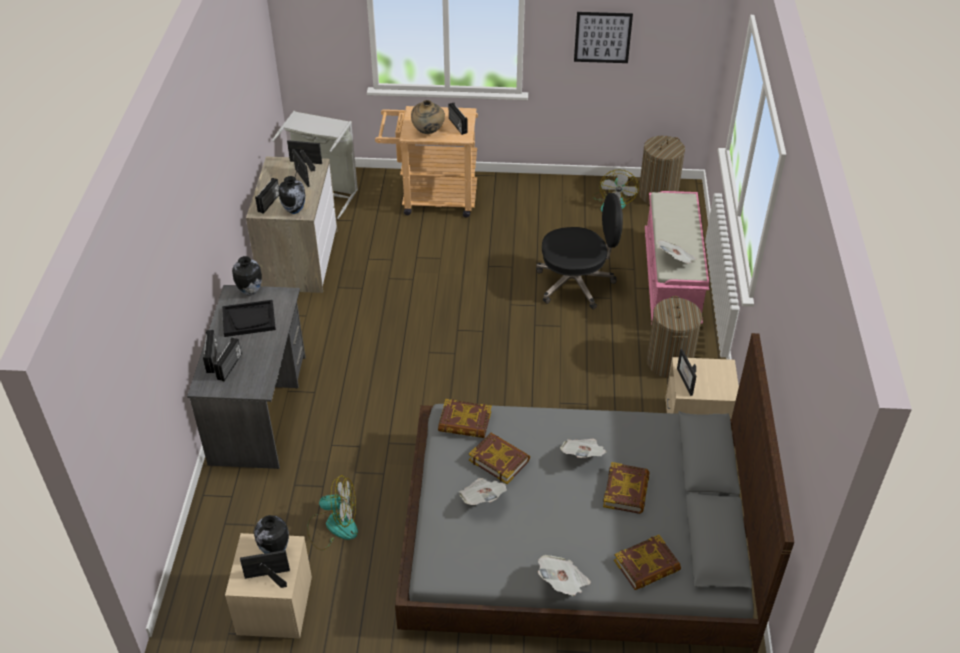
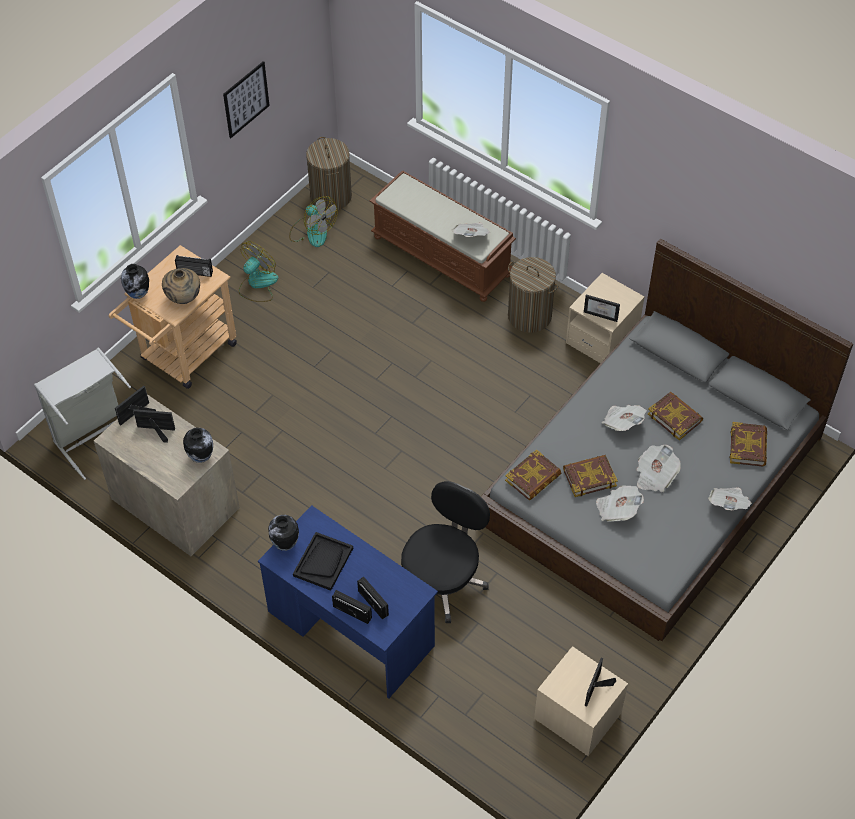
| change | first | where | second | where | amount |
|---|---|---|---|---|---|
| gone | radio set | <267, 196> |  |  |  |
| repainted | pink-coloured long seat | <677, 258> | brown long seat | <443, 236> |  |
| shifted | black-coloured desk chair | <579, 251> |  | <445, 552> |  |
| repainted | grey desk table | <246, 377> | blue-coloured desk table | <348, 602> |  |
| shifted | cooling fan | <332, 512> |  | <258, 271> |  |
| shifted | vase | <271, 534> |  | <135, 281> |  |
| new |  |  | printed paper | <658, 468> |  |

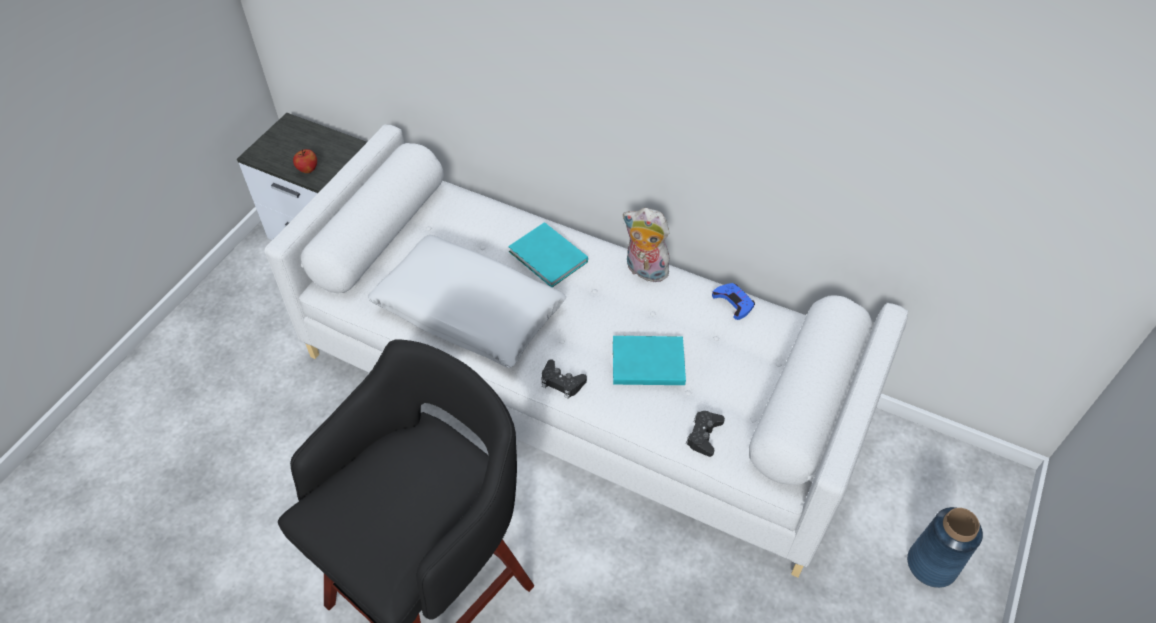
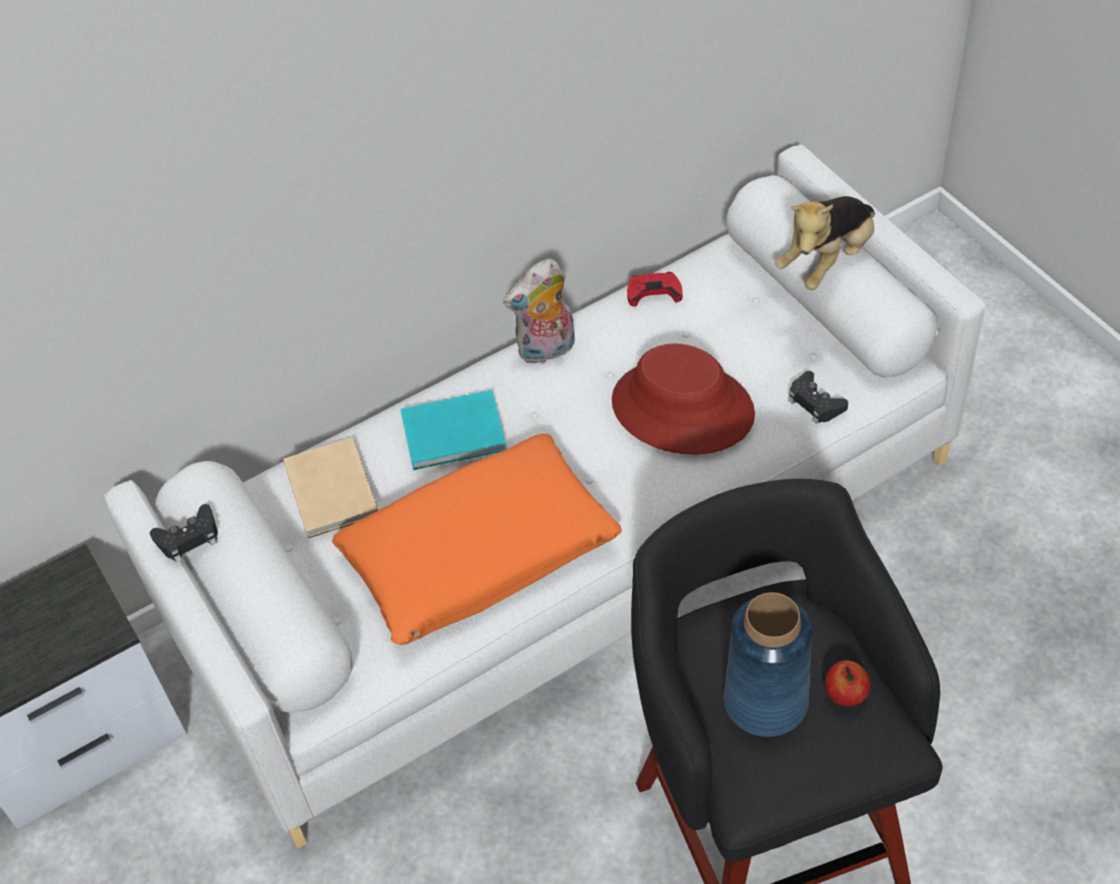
| change | first | where | second | where | amount |
|---|---|---|---|---|---|
| shifted | apple fruit | <305, 161> |  | <847, 683> |  |
| repainted | white-coloured pillow | <467, 301> | orange-coloured pillow | <477, 539> |  |
| repainted | blue-coloured game controller | <733, 301> | reddish game controller | <654, 289> |  |
| swapped | blue-green volume | <649, 360> | reddish clothing hat | <683, 399> |  |
| shifted | black-coloured game controller | <564, 379> |  | <184, 533> |  |
| shifted | blue-coloured vase | <945, 547> |  | <768, 664> |  |
| new |  |  | plush toy | <825, 243> |  |
| new |  |  | beige volume | <330, 487> |  |

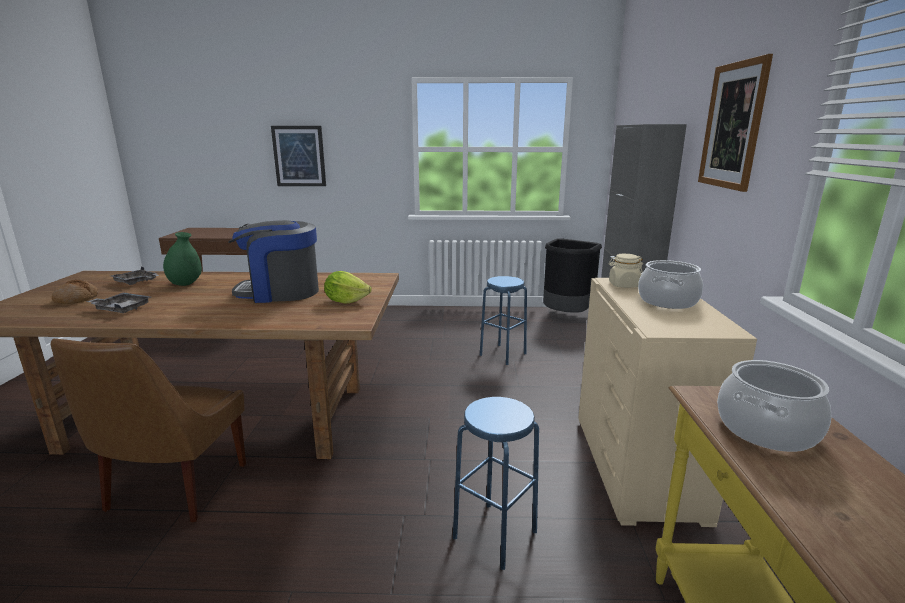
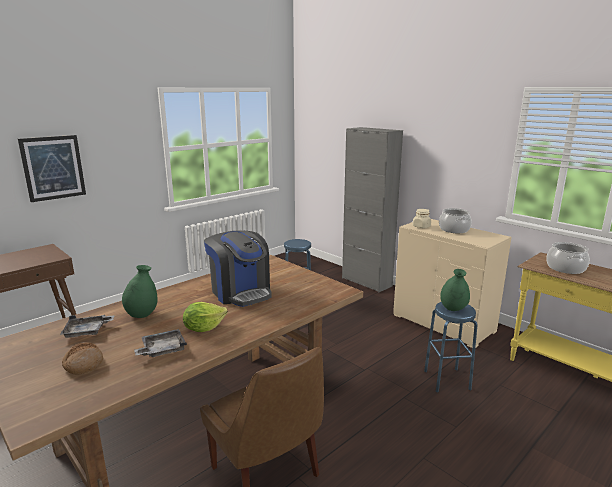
| change | first | where | second | where | amount |
|---|---|---|---|---|---|
| gone | wall picture | <735, 123> |  |  |  |
| rotated | coffee maker | <273, 261> |  | <238, 268> | 75 degrees counterclockwise |
| gone | black-coloured trash can | <572, 275> |  |  |  |
| shifted | lettuce | <348, 287> |  | <205, 317> |  |
| new |  |  | greenish vase | <455, 290> |  |

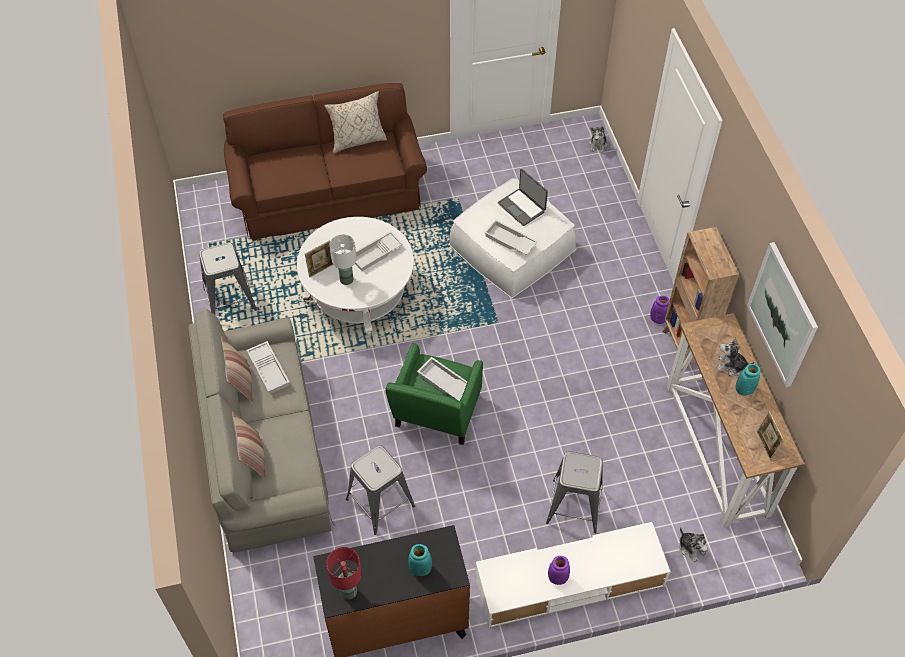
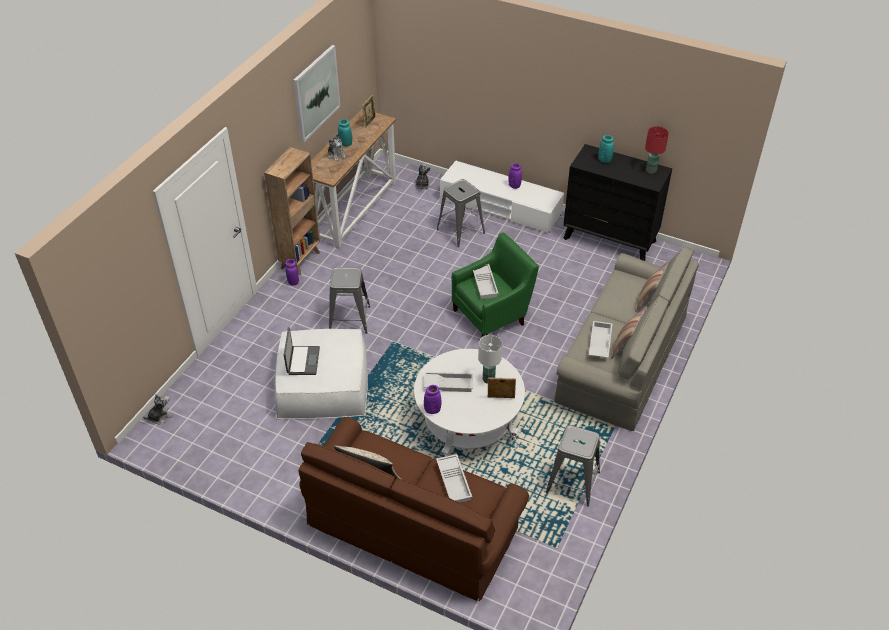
| change | first | where | second | where | amount |
|---|---|---|---|---|---|
| shifted | white-coloured serving tray | <511, 237> |  | <454, 478> |  |
| shifted | grey stool seat | <380, 490> |  | <349, 300> |  |
| new |  |  | purple-coloured vase | <432, 399> |  |

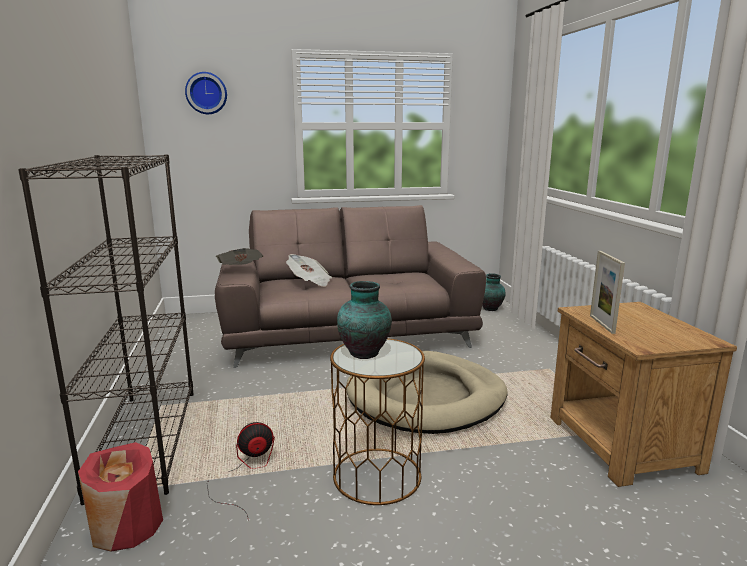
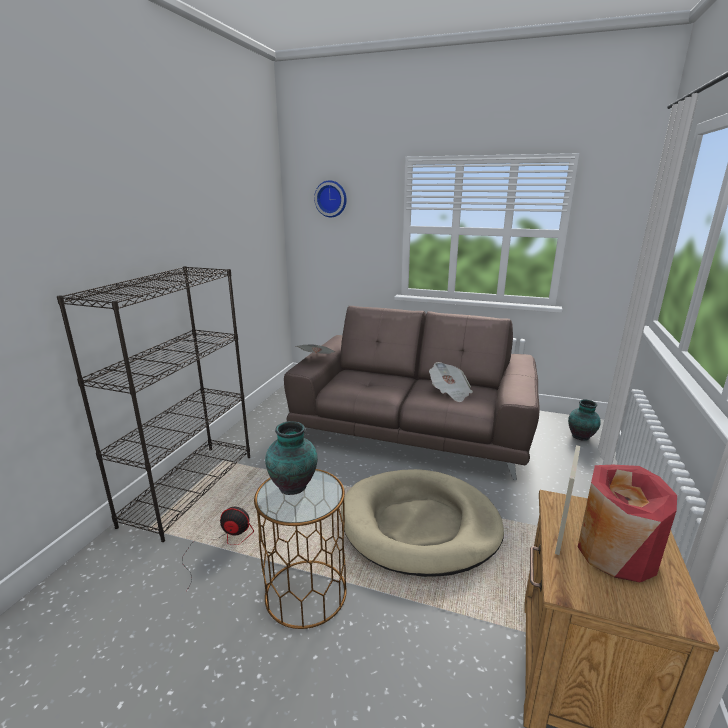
| change | first | where | second | where | amount |
|---|---|---|---|---|---|
| shifted | printed paper | <309, 270> |  | <451, 382> |  |
| shifted | reddish vase | <120, 496> |  | <627, 523> |  |

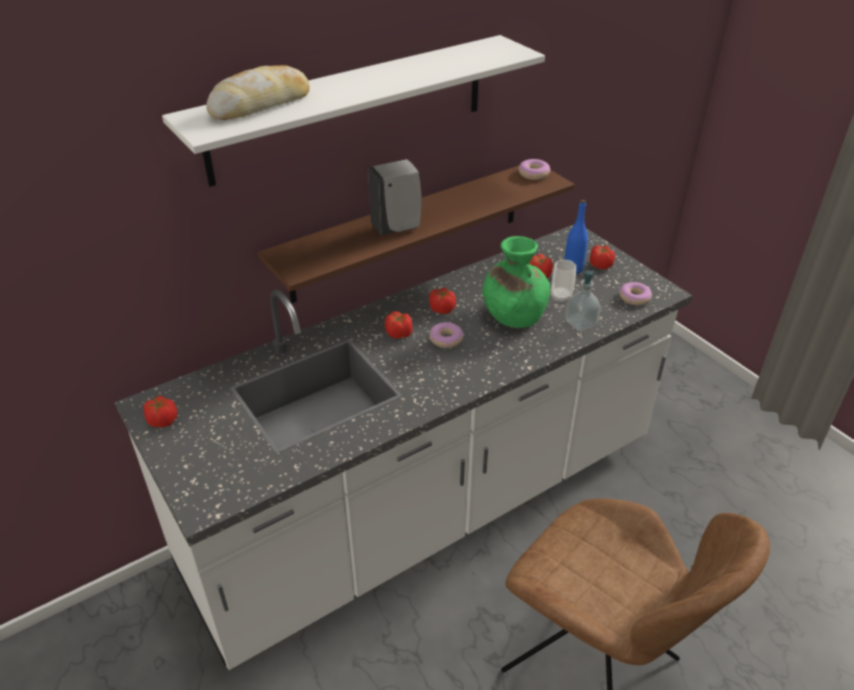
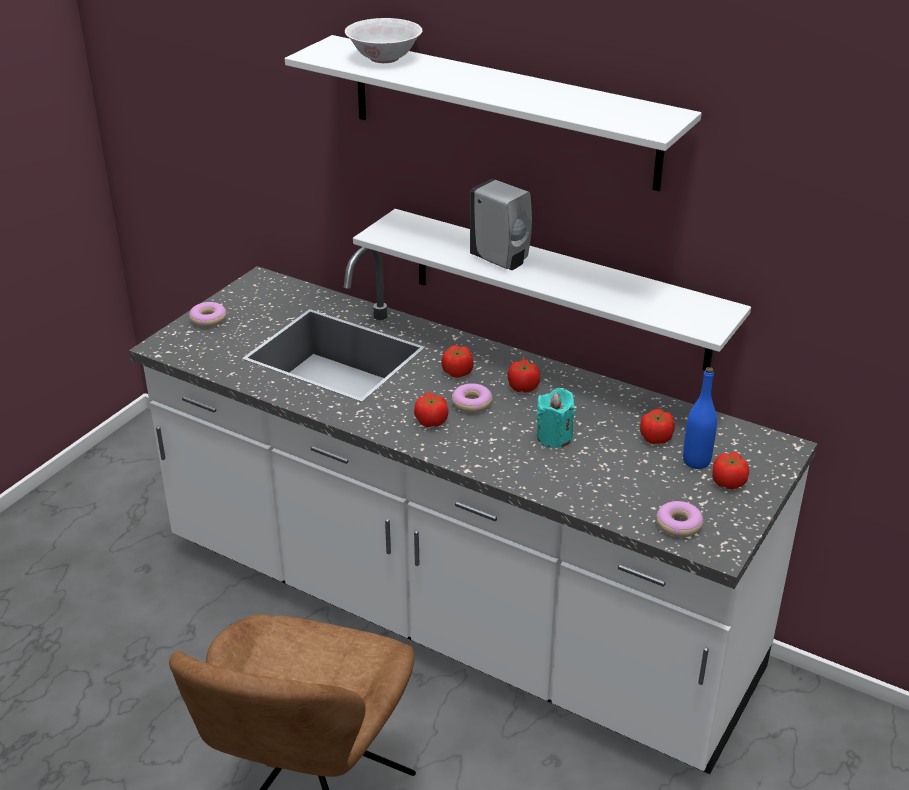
| change | first | where | second | where | amount |
|---|---|---|---|---|---|
| swapped | bakery bread | <258, 92> | white-coloured serving bowl | <383, 40> |  |
| shifted | ring doughnut | <534, 169> |  | <208, 314> |  |
| repainted | brown bracket shelf | <416, 234> | white-coloured bracket shelf | <552, 290> |  |
| swapped | greenish vase | <516, 282> | blue-green wax candle | <555, 418> |  |
| gone | drinking cup | <563, 281> |  |  |  |
| gone | soap bottle | <582, 300> |  |  |  |
| shifted | fresh tomato | <160, 411> |  | <431, 410> |  |

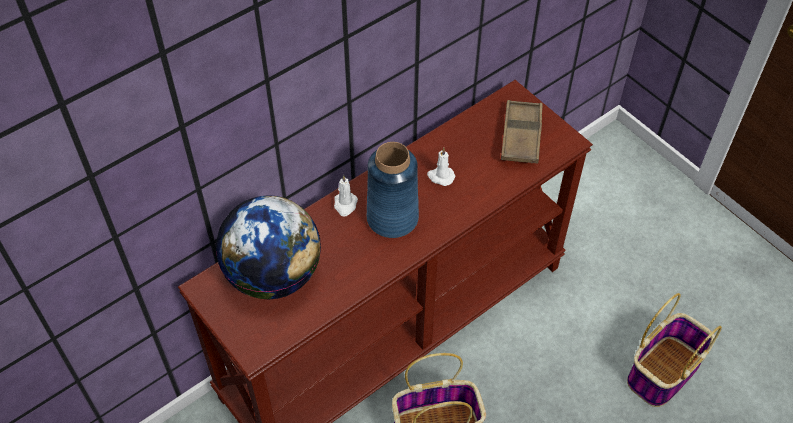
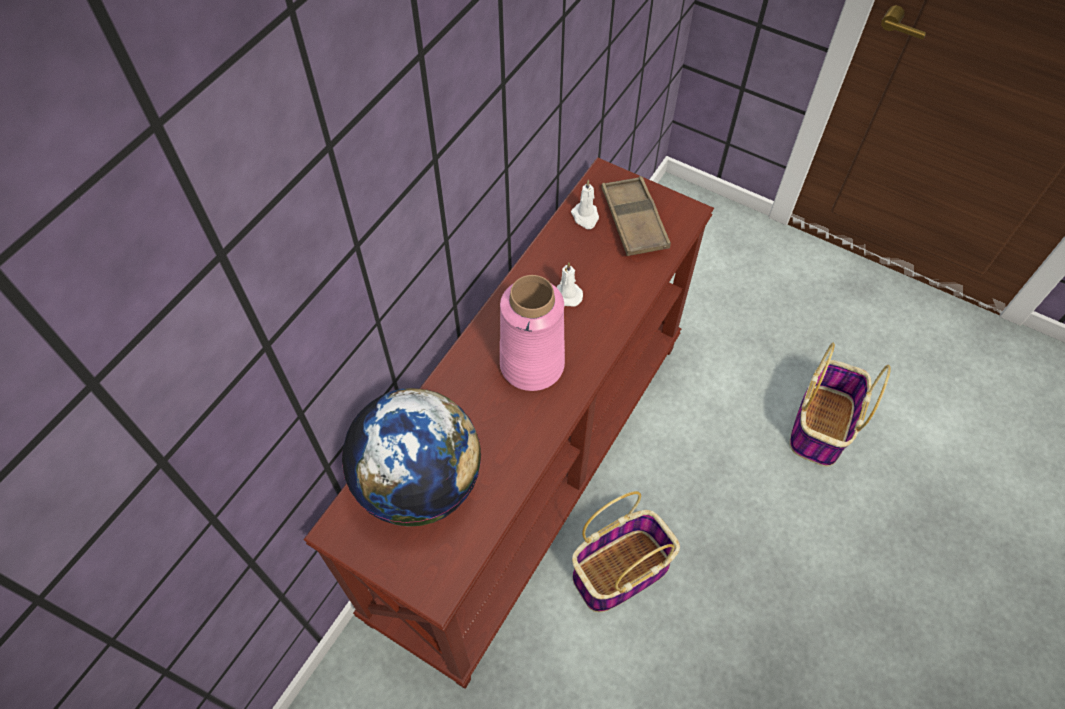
| change | first | where | second | where | amount |
|---|---|---|---|---|---|
| repainted | blue-coloured vase | <393, 190> | pink-coloured vase | <532, 333> |  |
| shifted | white-coloured wax candle | <346, 196> |  | <585, 204> |  |

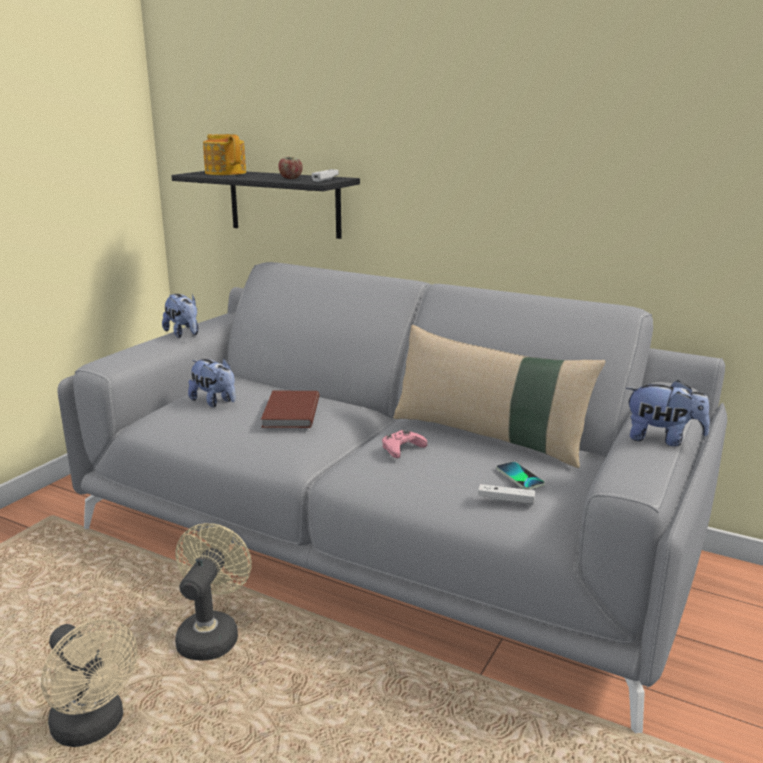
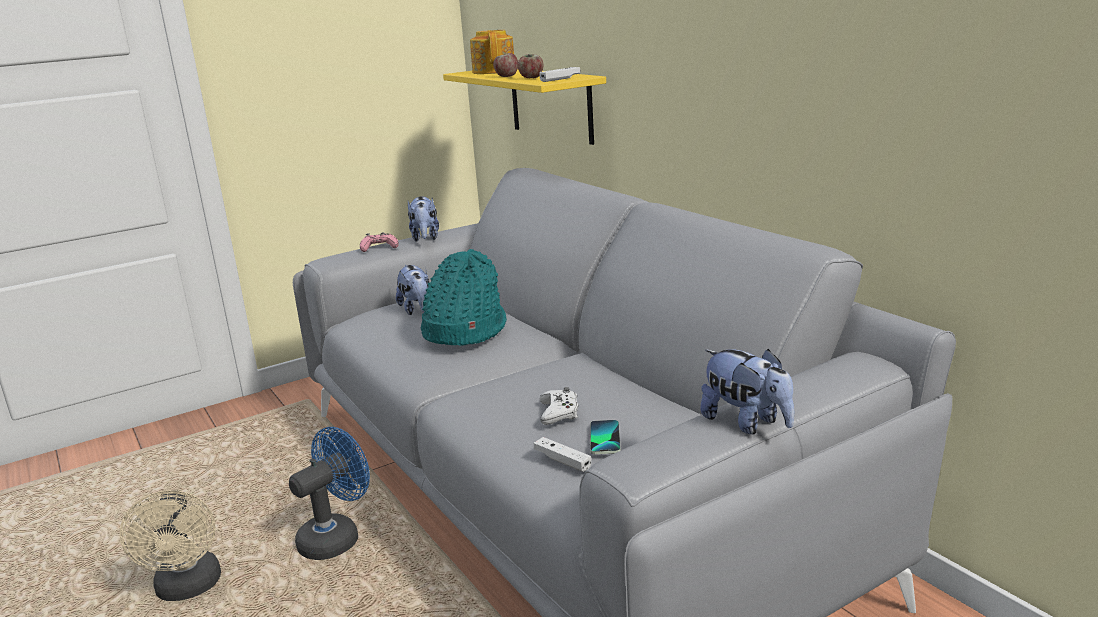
| change | first | where | second | where | amount |
|---|---|---|---|---|---|
| repainted | black-coloured bracket shelf | <265, 205> | yellow bracket shelf | <524, 107> |  |
| gone | beige pillow | <499, 396> |  |  |  |
| swapped | brown volume | <290, 409> | blue-green clothing hat | <464, 297> |  |
| shifted | pink-coloured game controller | <405, 444> |  | <379, 242> |  |
| repainted | beige cooling fan | <213, 592> | blue-coloured cooling fan | <329, 493> |  |
| new |  |  | apple fruit | <505, 65> |  |
| new |  |  | white-coloured game controller | <559, 406> |  |

